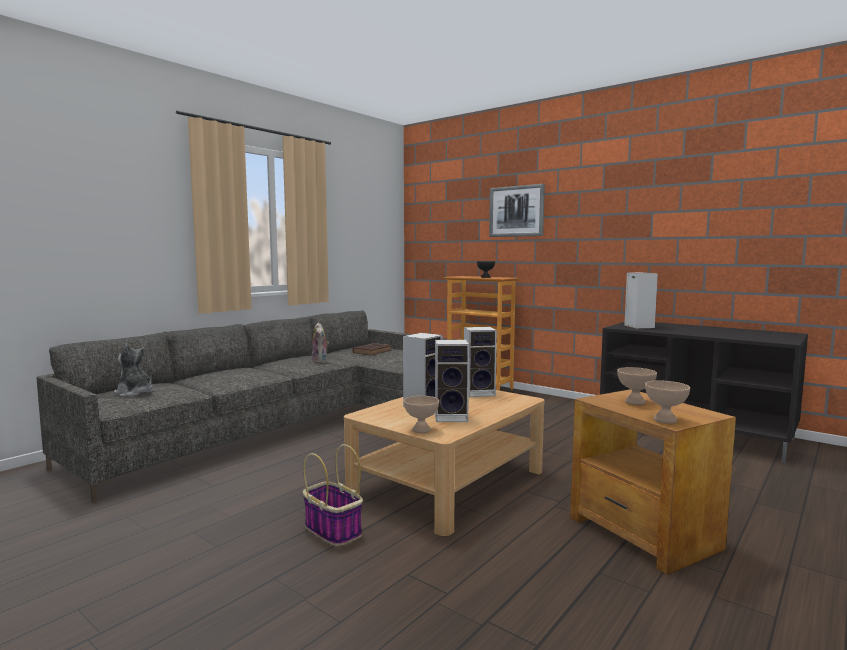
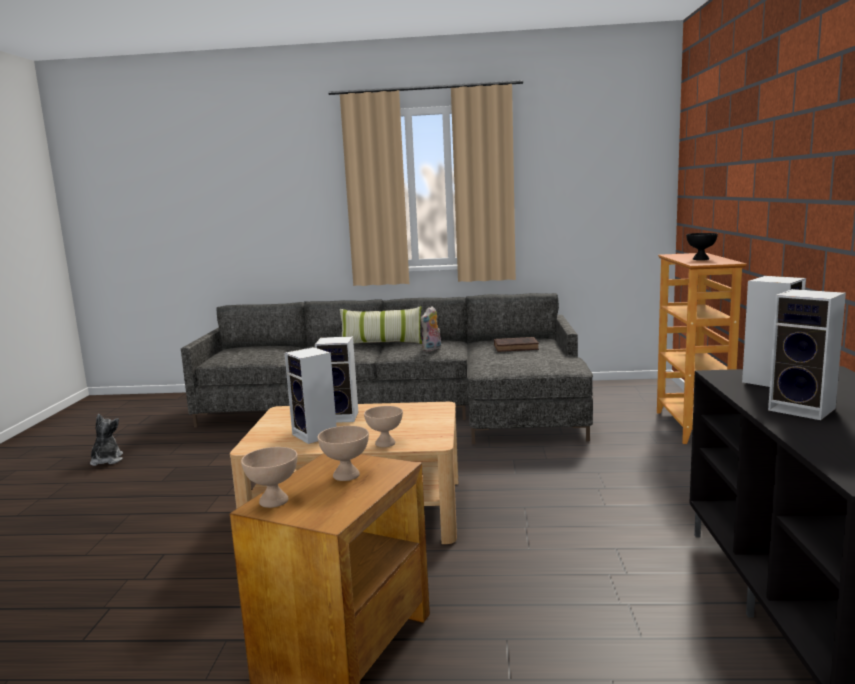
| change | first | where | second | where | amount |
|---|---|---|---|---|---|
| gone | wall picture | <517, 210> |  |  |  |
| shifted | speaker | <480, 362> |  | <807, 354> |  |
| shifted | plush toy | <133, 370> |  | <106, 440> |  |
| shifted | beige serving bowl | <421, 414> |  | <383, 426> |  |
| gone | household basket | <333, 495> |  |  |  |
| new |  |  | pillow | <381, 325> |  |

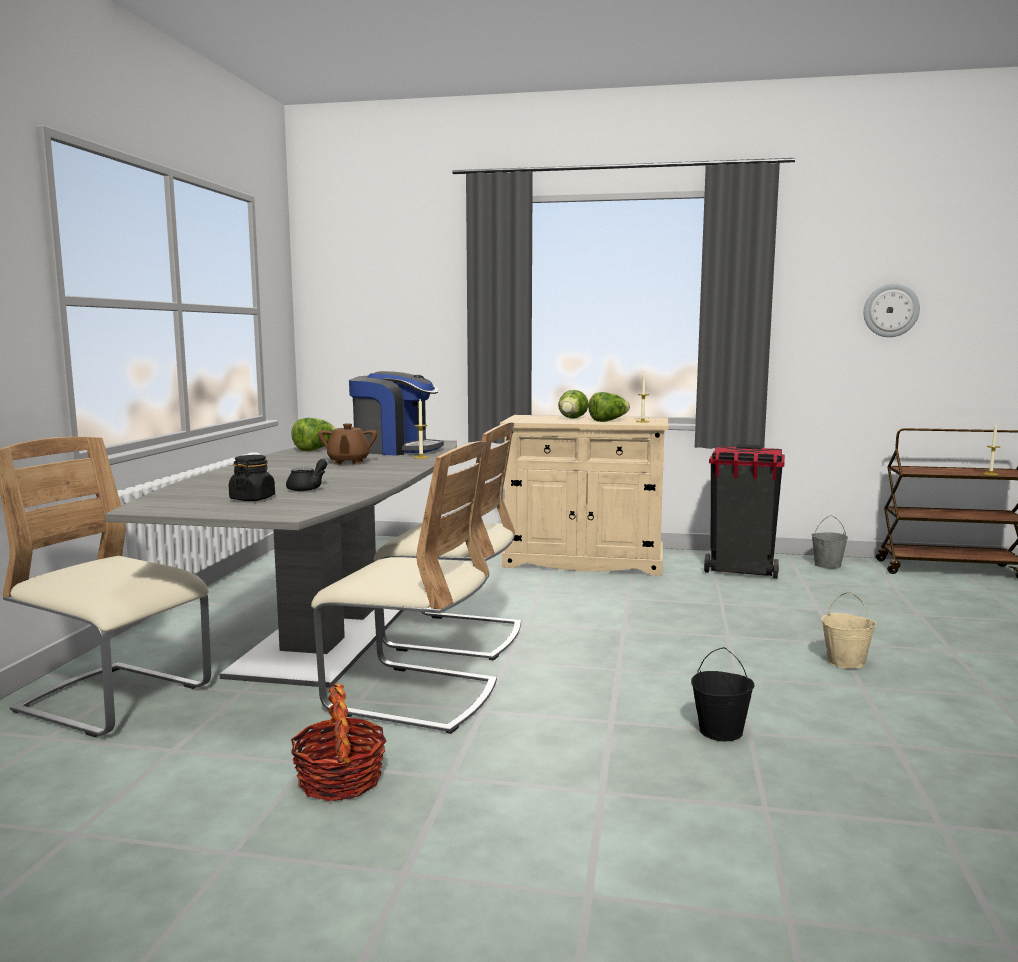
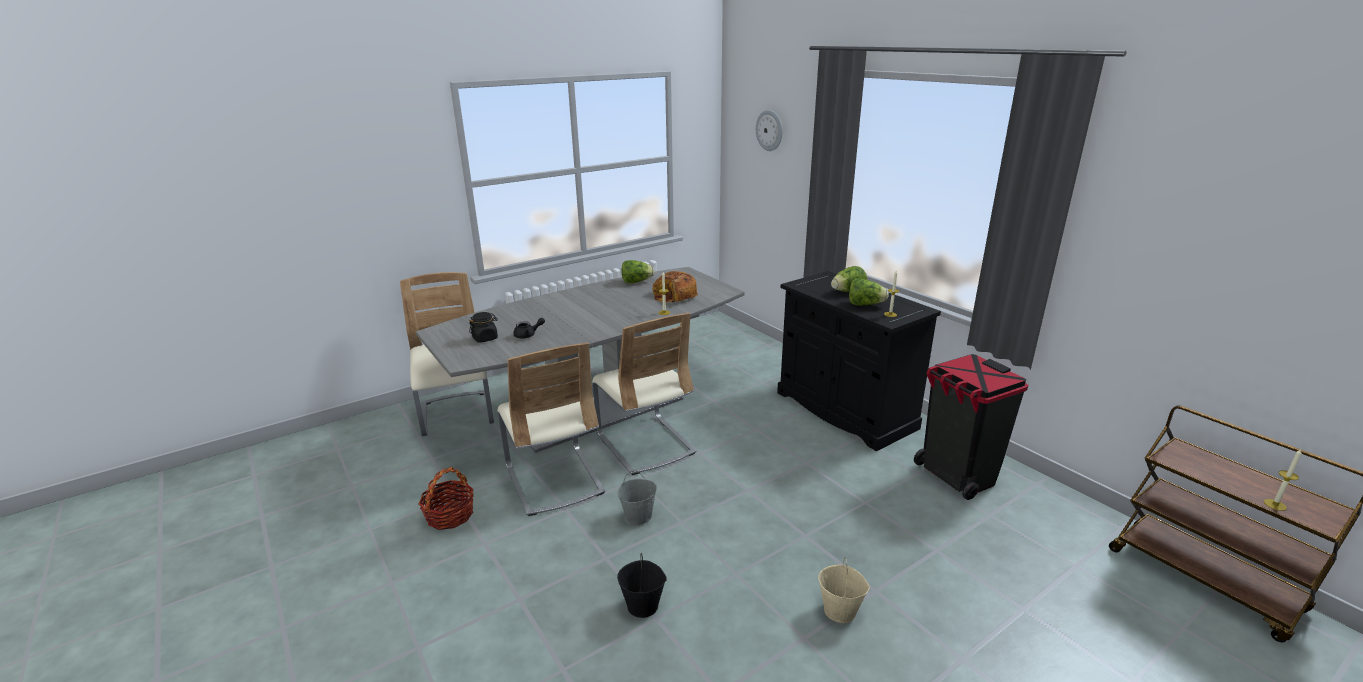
| change | first | where | second | where | amount |
|---|---|---|---|---|---|
| shifted | wall clock | <891, 310> |  | <769, 130> |  |
| swapped | coffee maker | <396, 413> | bakery bread | <675, 286> |  |
| repainted | beige cupboard | <584, 495> | black-coloured cupboard | <859, 361> |  |
| gone | brown pot for tea | <347, 444> |  |  |  |
| shifted | grey water bucket | <830, 542> |  | <637, 498> |  |

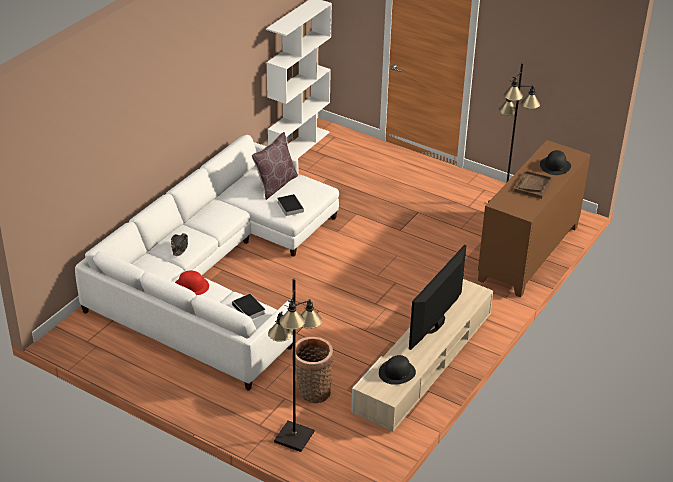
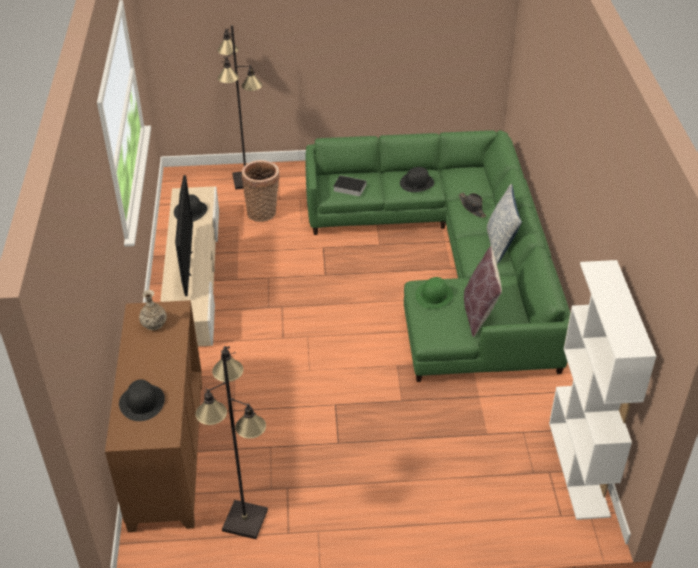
| change | first | where | second | where | amount |
|---|---|---|---|---|---|
| repainted | white-coloured sofa | <207, 263> | greenish sofa | <437, 256> |  |
| gone | brown serving tray | <533, 184> |  |  |  |
| swapped | volume | <290, 205> | greenish clothing hat | <434, 293> |  |
| repainted | reddish clothing hat | <192, 282> | black-coloured clothing hat | <417, 179> |  |
| new |  |  | pillow | <504, 224> |  |
| new |  |  | vase | <153, 310> |  |

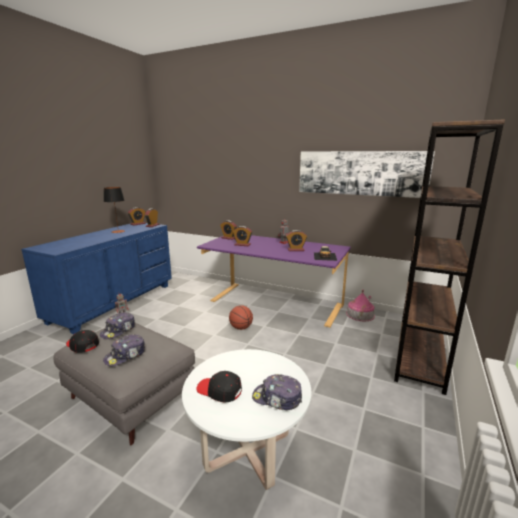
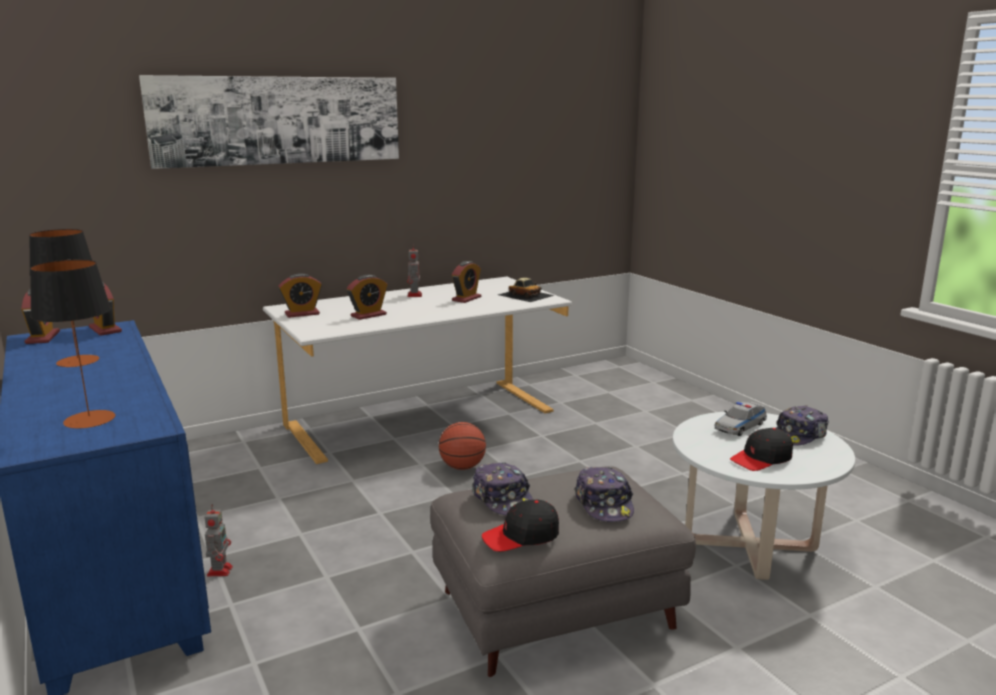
| change | first | where | second | where | amount |
|---|---|---|---|---|---|
| gone | brown bookshelf | <449, 257> |  |  |  |
| shifted | wall picture | <367, 174> |  | <269, 122> |  |
| repainted | purple-coloured desk table | <274, 281> | white-coloured desk table | <417, 370> |  |
| gone | toy house | <360, 305> |  |  |  |
| new |  |  | lamp for a table | <72, 344> |  |
| new |  |  | miniature car | <740, 419> |  |

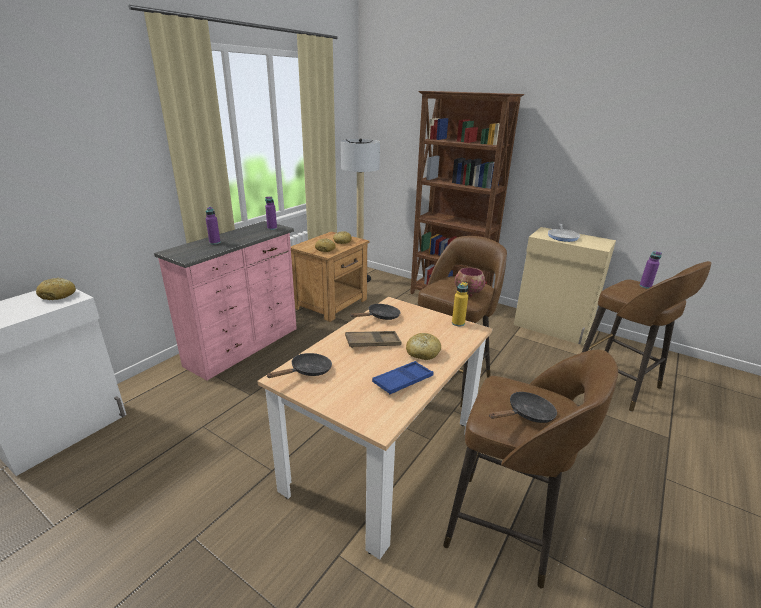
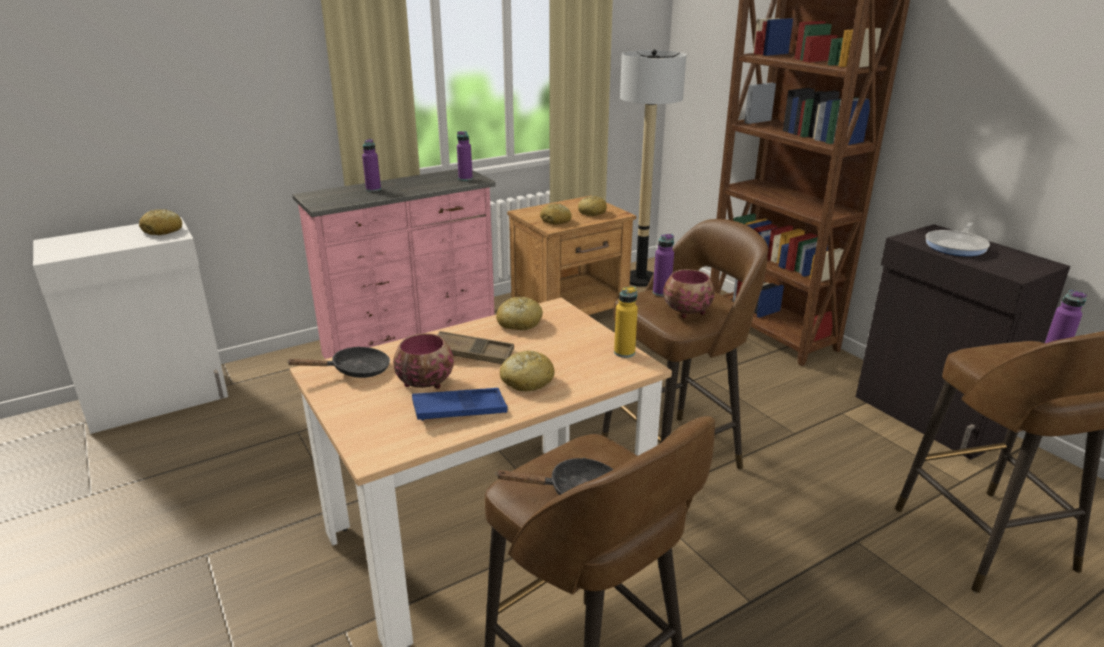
| change | first | where | second | where | amount |
|---|---|---|---|---|---|
| repainted | beige cupboard | <565, 286> | black-coloured cupboard | <963, 342> |  |
| swapped | black-coloured frying pan | <376, 312> | bakery bread | <519, 313> |  |
| new |  |  | purple-coloured drink bottle | <663, 265> |  |
| new |  |  | serving bowl | <423, 361> |  |

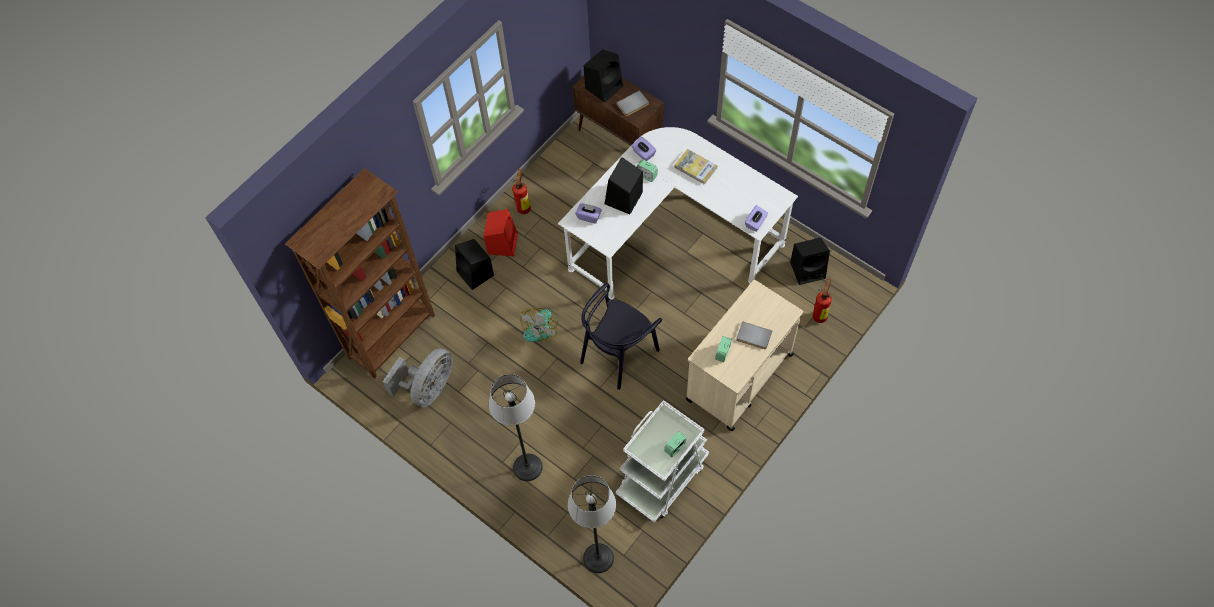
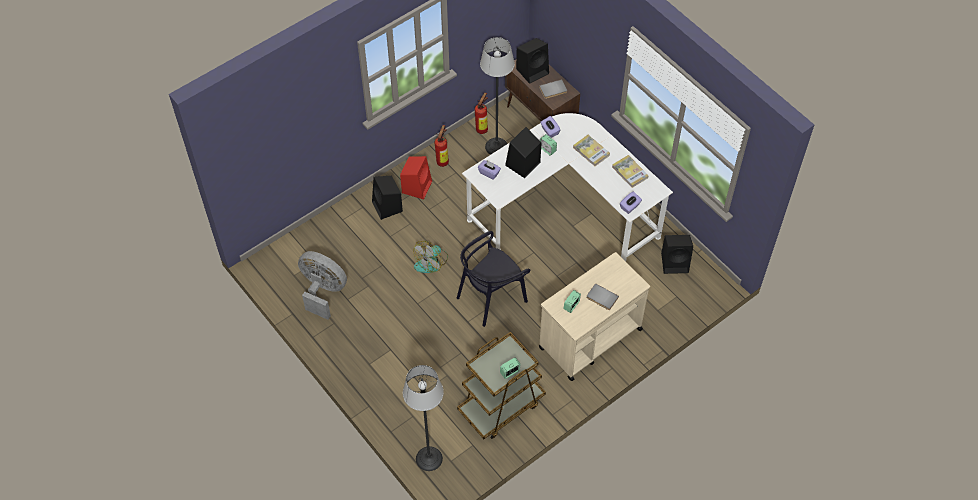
| change | first | where | second | where | amount |
|---|---|---|---|---|---|
| gone | brown bookshelf | <360, 273> |  |  |  |
| shifted | extinguisher | <822, 301> |  | <481, 113> |  |
| rotated | grey cooling fan | <418, 377> |  | <322, 285> | 105 degrees counterclockwise |
| shifted | standard lamp | <516, 427> |  | <497, 96> |  |
| repainted | white-coloured trolley | <662, 461> | brown trolley | <501, 385> |  |
| new |  |  | volume | <630, 171> |  |

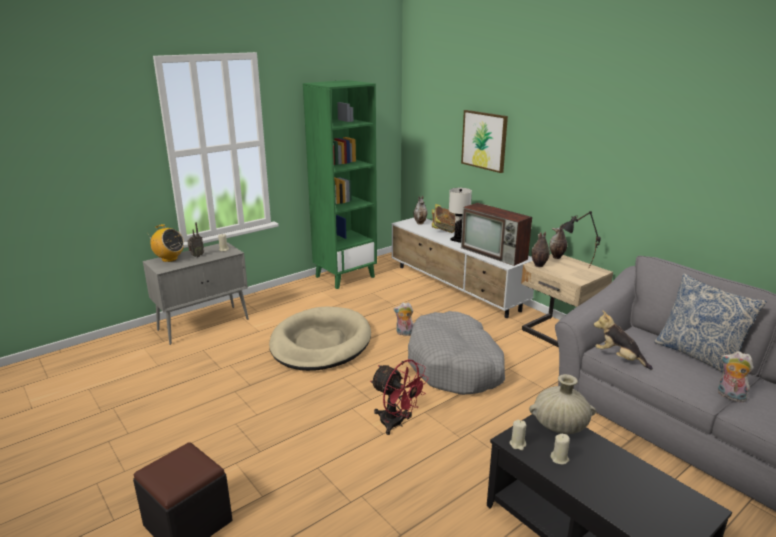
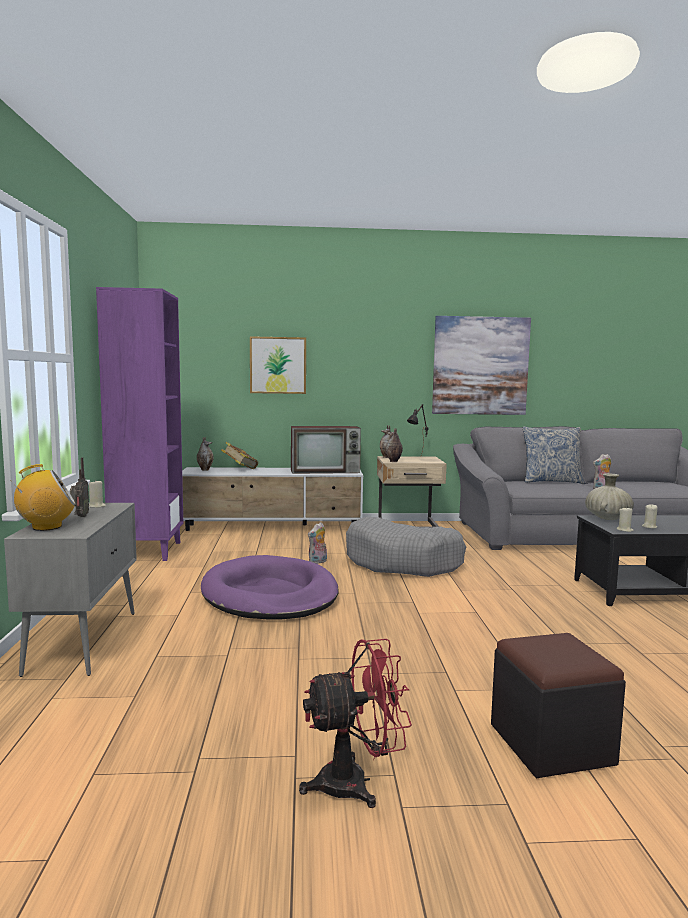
| change | first | where | second | where | amount |
|---|---|---|---|---|---|
| repainted | greenish bookshelf | <340, 184> | purple-coloured bookshelf | <139, 424> |  |
| gone | white-coloured lamp for a table | <460, 215> |  |  |  |
| repainted | beige dog bed | <320, 339> | purple-coloured dog bed | <270, 587> |  |
| gone | plush toy | <623, 340> |  |  |  |
| shifted | reddish cooling fan | <399, 397> |  | <355, 723> |  |
| new |  |  | wall picture | <481, 365> |  |

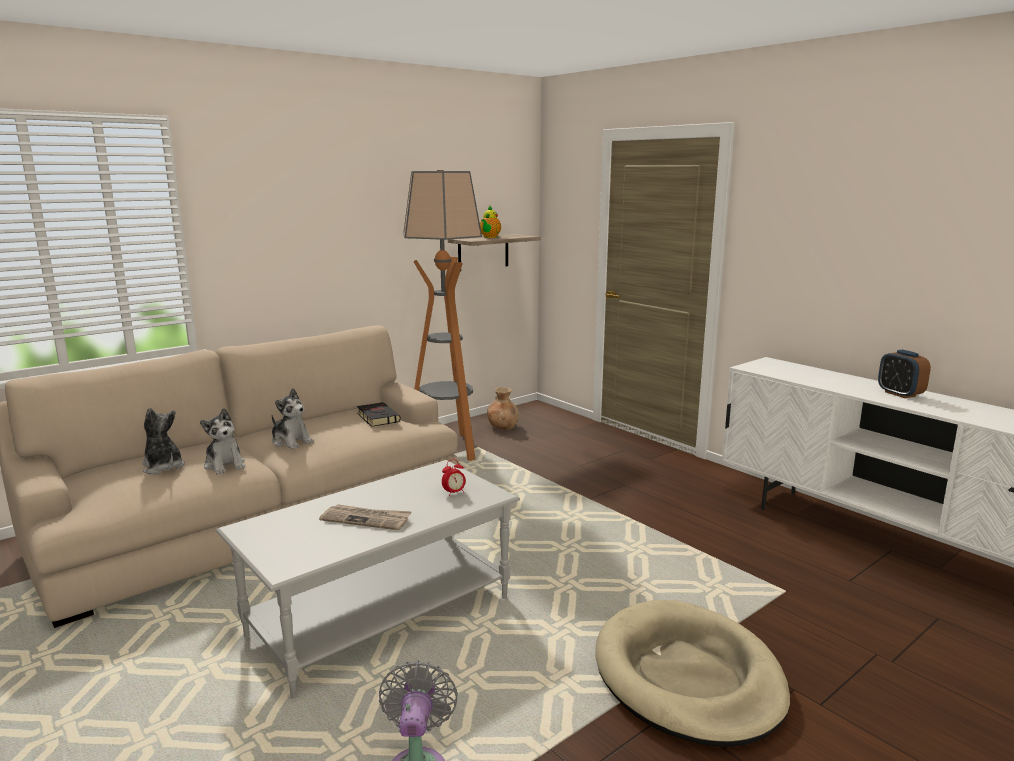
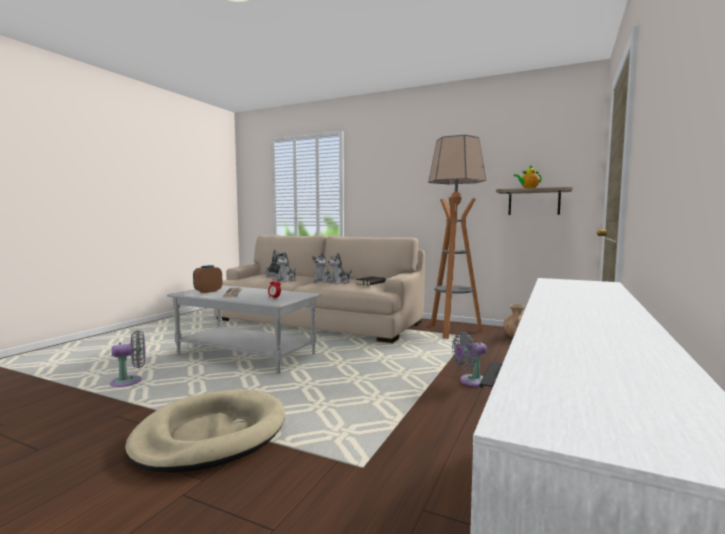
| change | first | where | second | where | amount |
|---|---|---|---|---|---|
| shifted | alarm clock | <904, 374> |  | <208, 279> |  |
| new |  |  | plush toy | <339, 268> |  |
| new |  |  | grey cooling fan | <469, 359> |  |

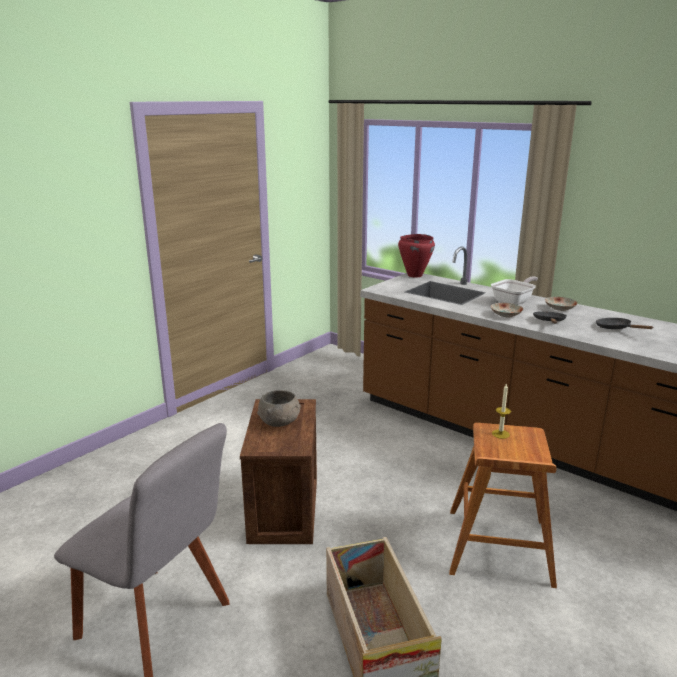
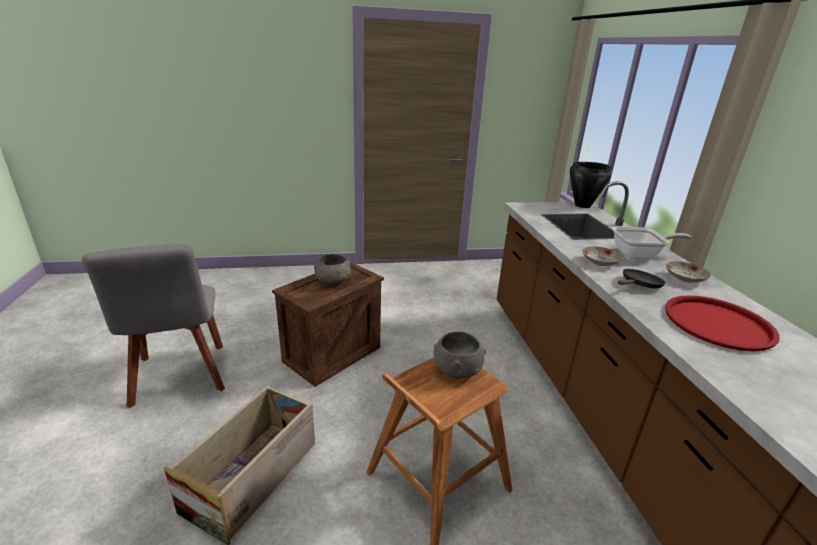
| change | first | where | second | where | amount |
|---|---|---|---|---|---|
| repainted | reddish cooking pot | <416, 256> | black-coloured cooking pot | <591, 185> |  |
| swapped | black-coloured frying pan | <625, 323> | reddish serving tray | <722, 323> |  |
| swapped | wax candle | <501, 411> | grey serving bowl | <459, 354> |  |

